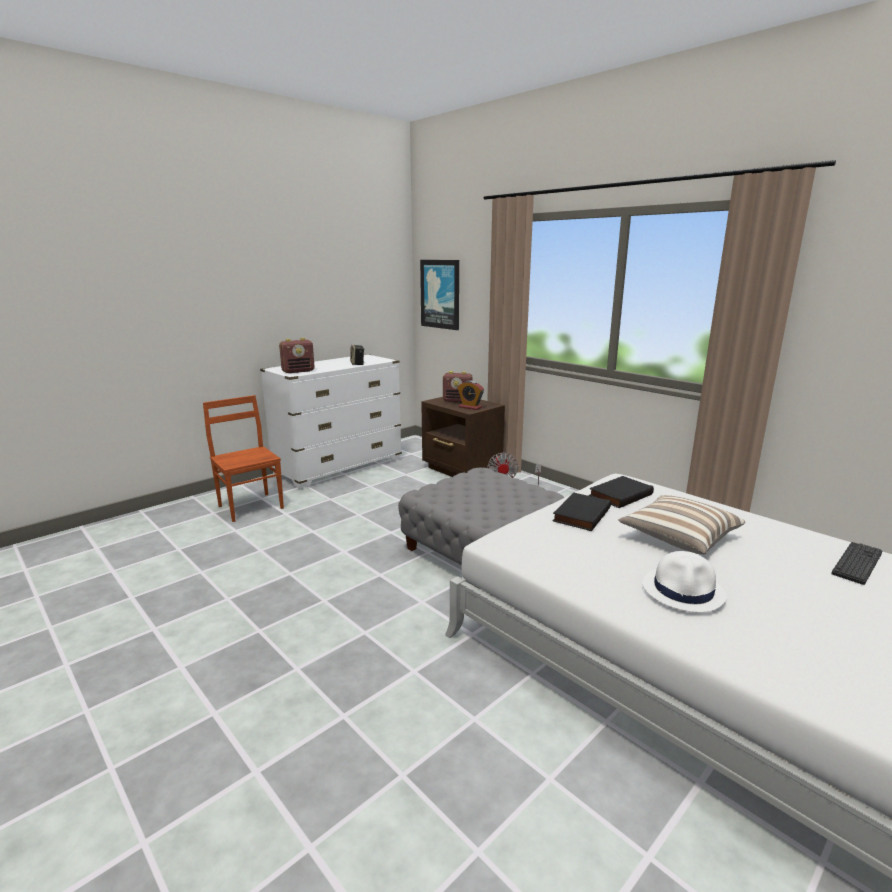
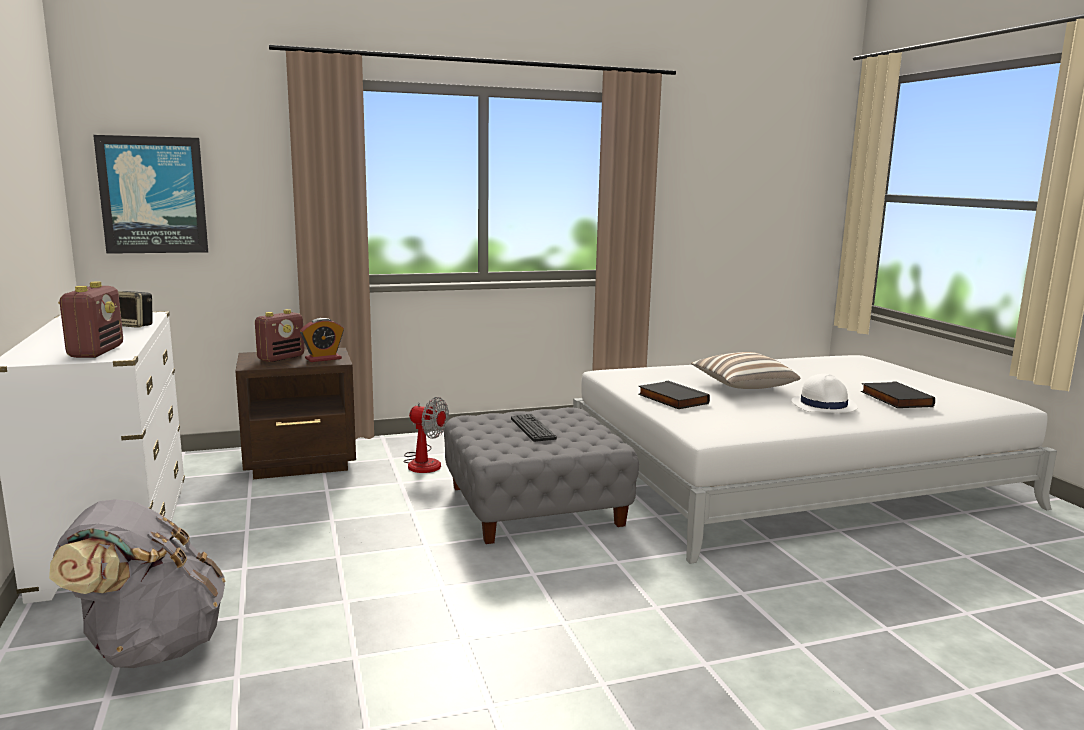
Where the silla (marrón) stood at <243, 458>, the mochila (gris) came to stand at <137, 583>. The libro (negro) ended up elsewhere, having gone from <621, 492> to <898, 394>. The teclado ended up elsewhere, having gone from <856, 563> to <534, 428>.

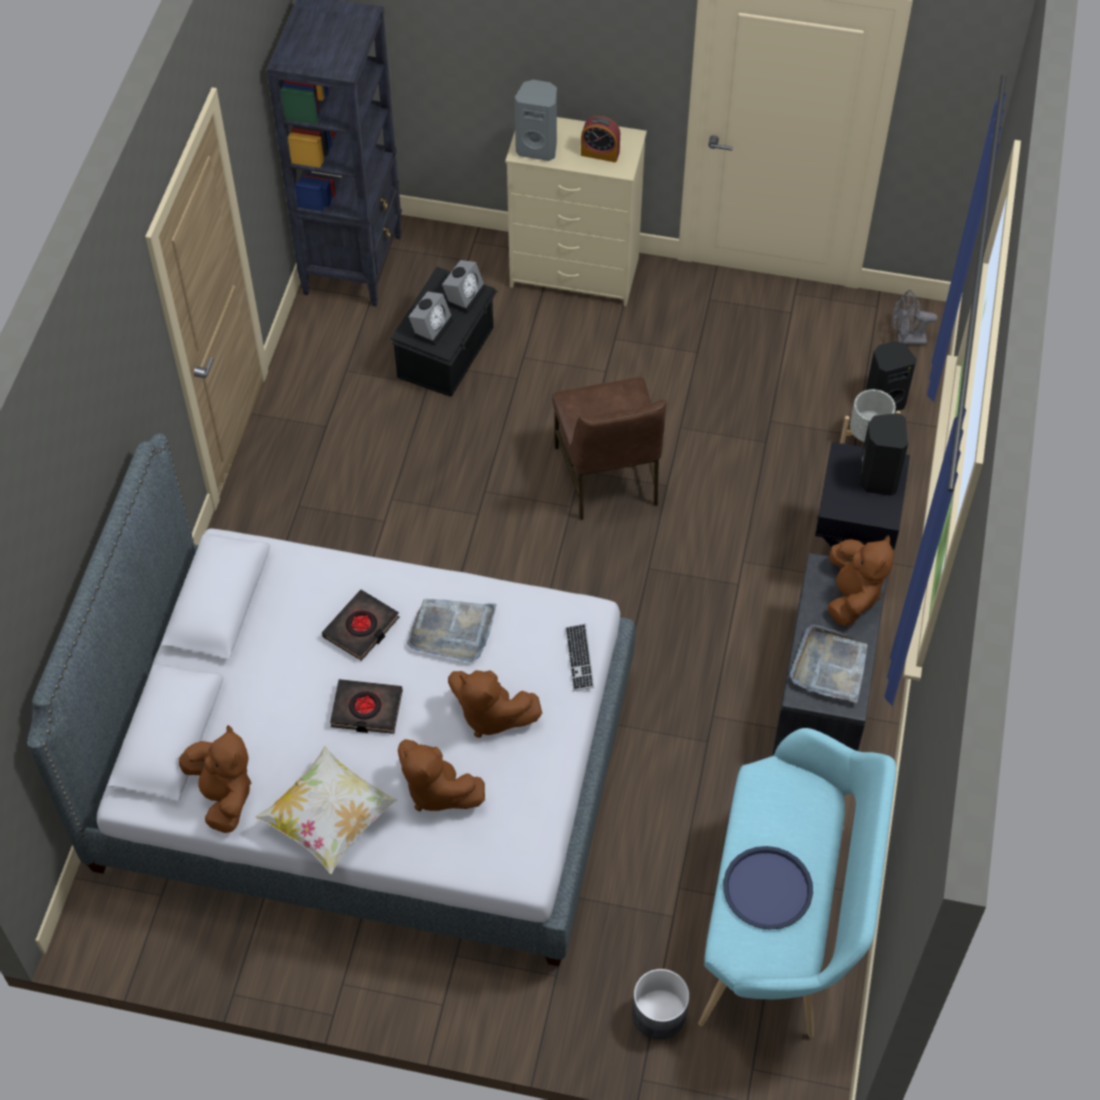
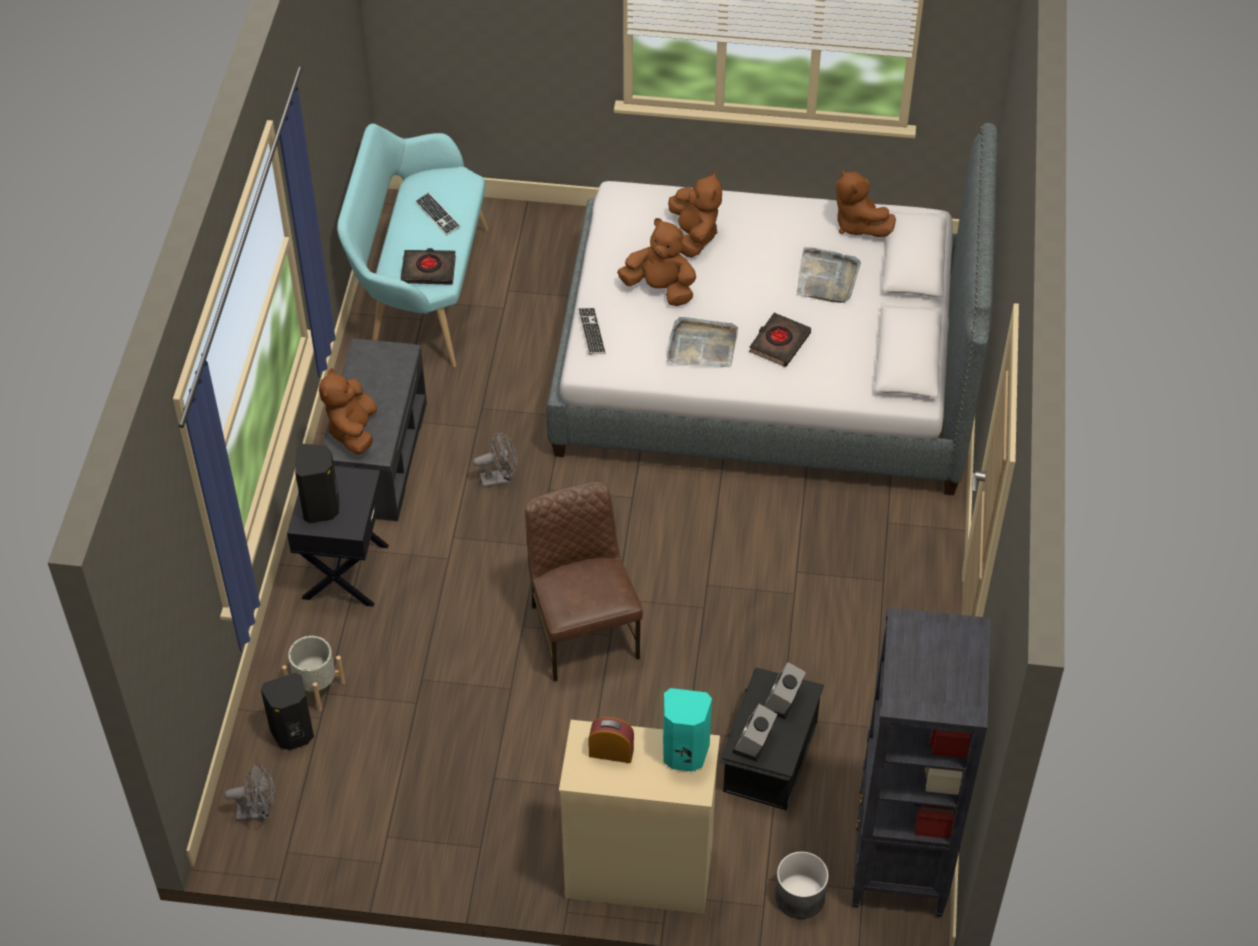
What was the altavoz (gris) at <536, 120> turned into the altavoz (turquesa) at <687, 730>. The bandeja (gris) ended up elsewhere, having gone from <828, 663> to <829, 275>. The libro (negro) ended up elsewhere, having gone from <366, 706> to <428, 266>. The peluche (marrón) at <441, 775> ended up facing another way, 45 degrees clockwise from before. The second view lost the cojín at <326, 810>. Where the bandeja (azul) stood at <768, 888>, the teclado came to stand at <438, 213>. The maceta (gris) ended up elsewhere, having gone from <660, 1004> to <802, 885>. The second view gained the ventilador (gris) at <495, 459>.

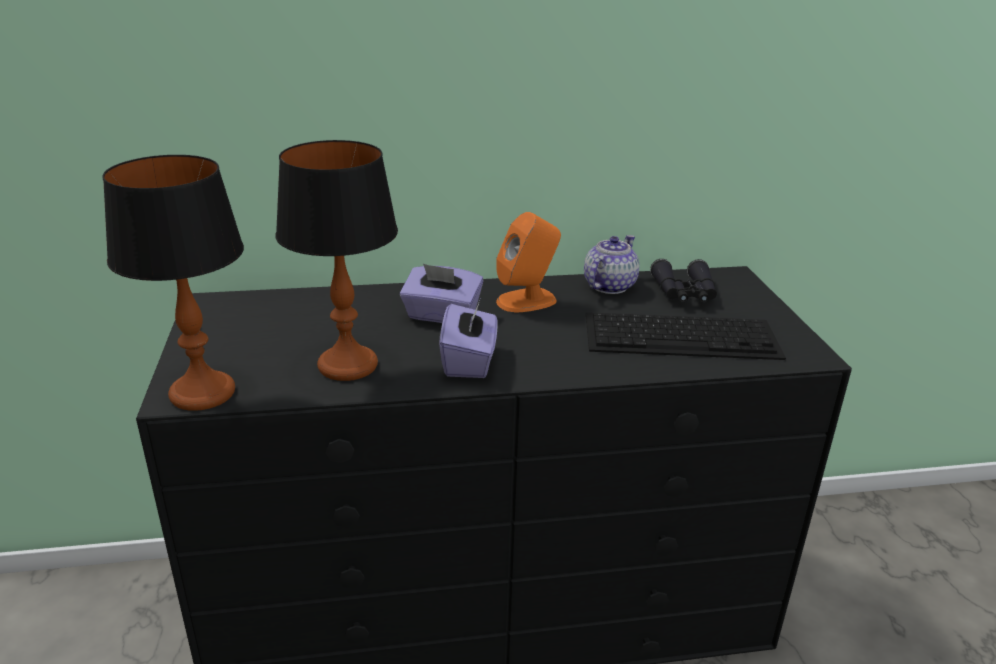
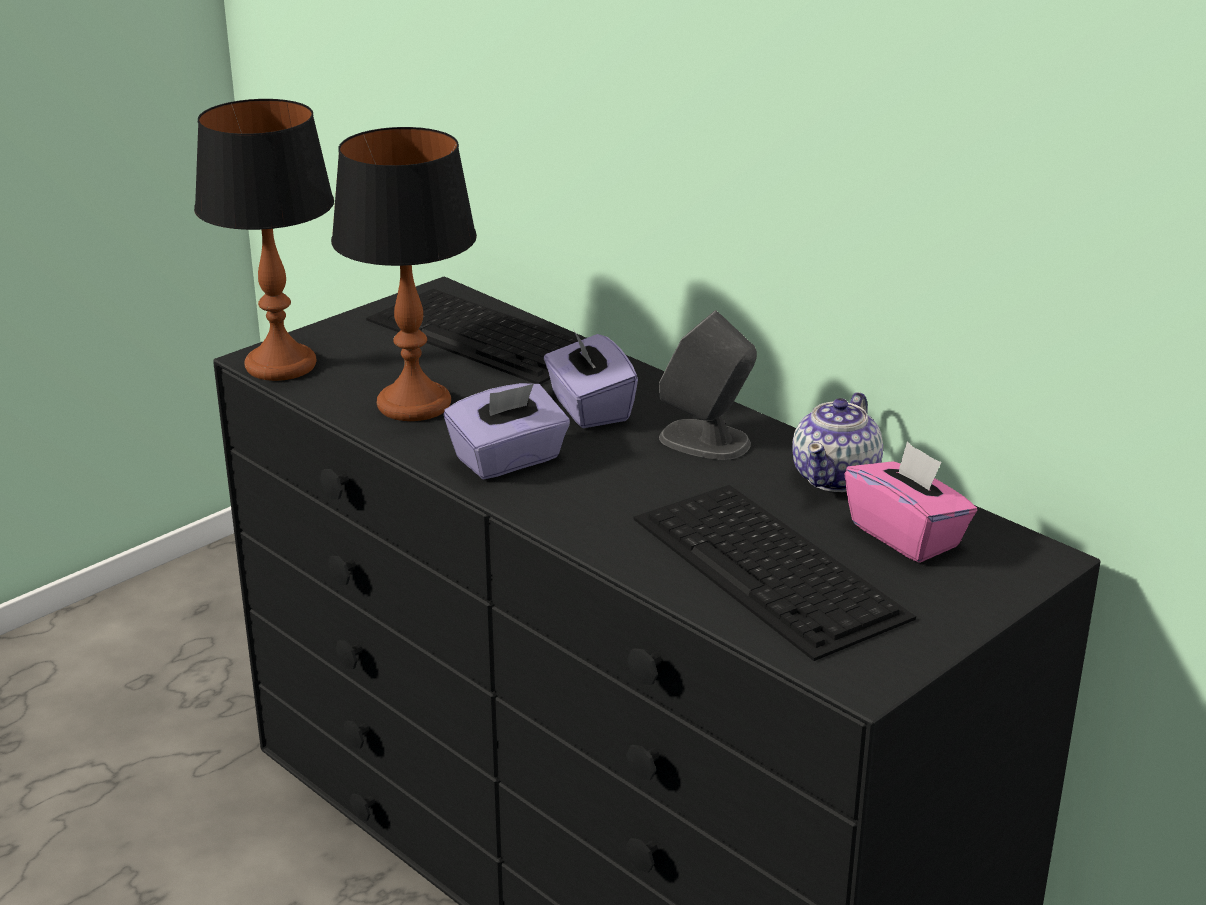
What was the altavoz (naranja) at <528, 262> turned into the altavoz (gris) at <708, 385>. The tetera at <611, 264> ended up facing another way, 120 degrees clockwise from before. Where the prismáticos (negro) stood at <683, 281>, the caja de pañuelos (rosa) came to stand at <910, 502>. The second view gained the teclado at <472, 336>.

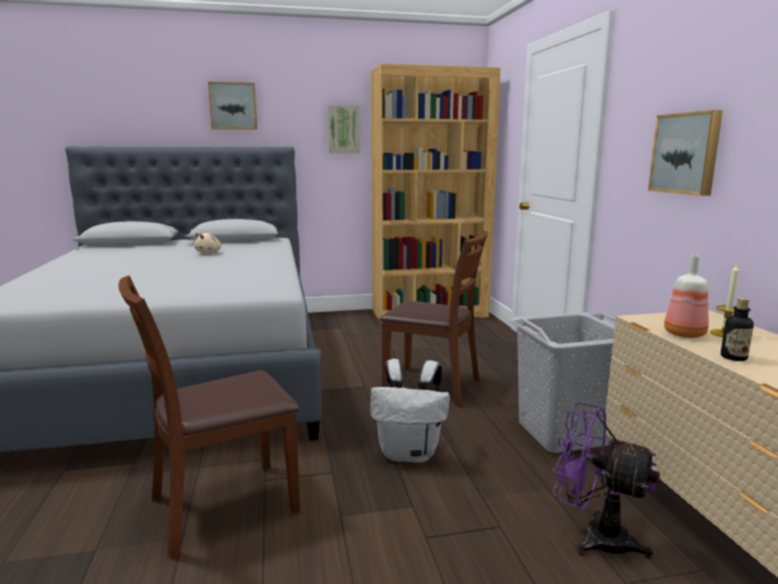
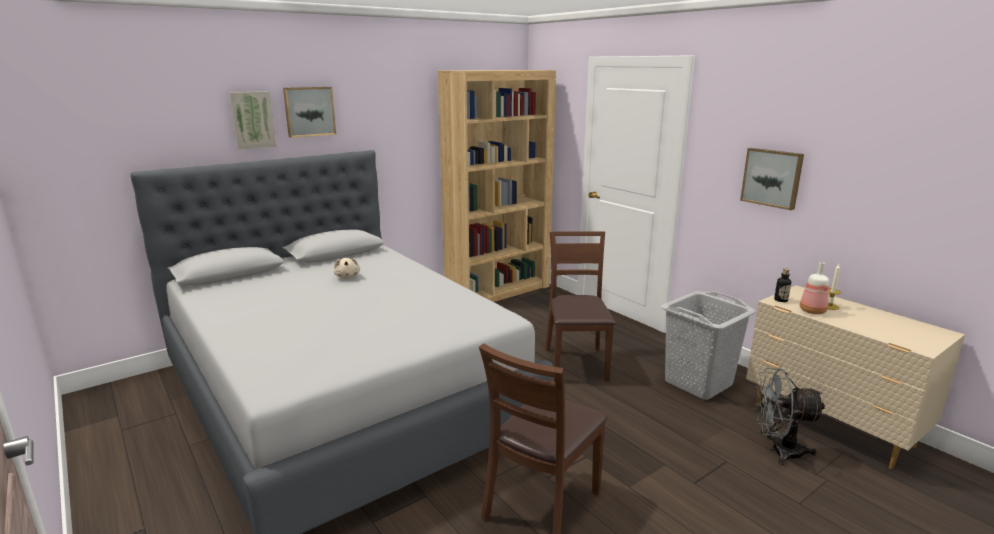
The cuadro ended up elsewhere, having gone from <344, 129> to <252, 120>. The silla (marrón) at <433, 319> ended up facing another way, 90 degrees counterclockwise from before. The botella ended up elsewhere, having gone from <737, 329> to <782, 285>. The second view lost the mochila (blanco) at <410, 411>. What was the ventilador (morado) at <606, 480> turned into the ventilador (gris) at <790, 416>.

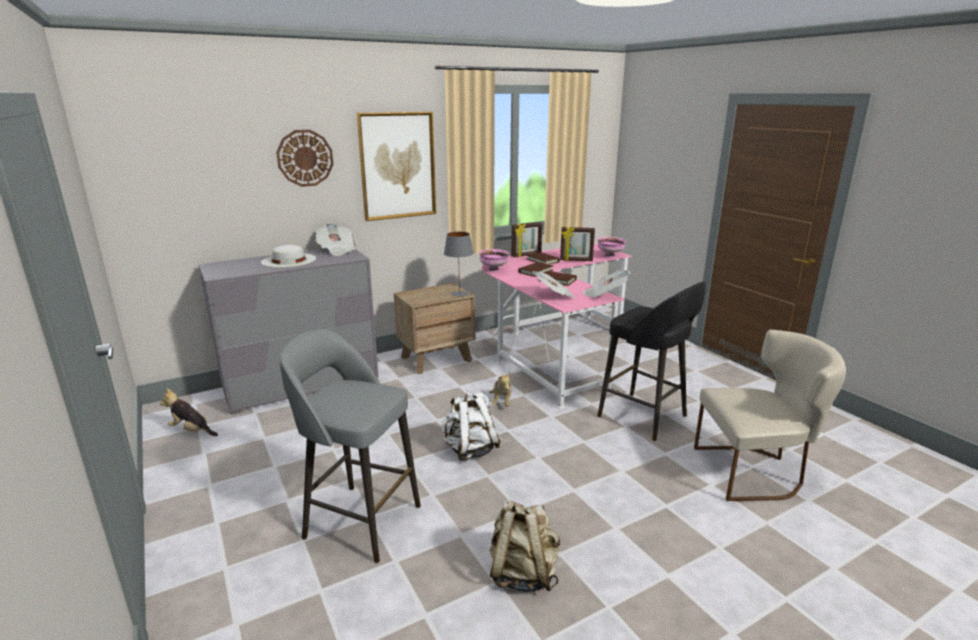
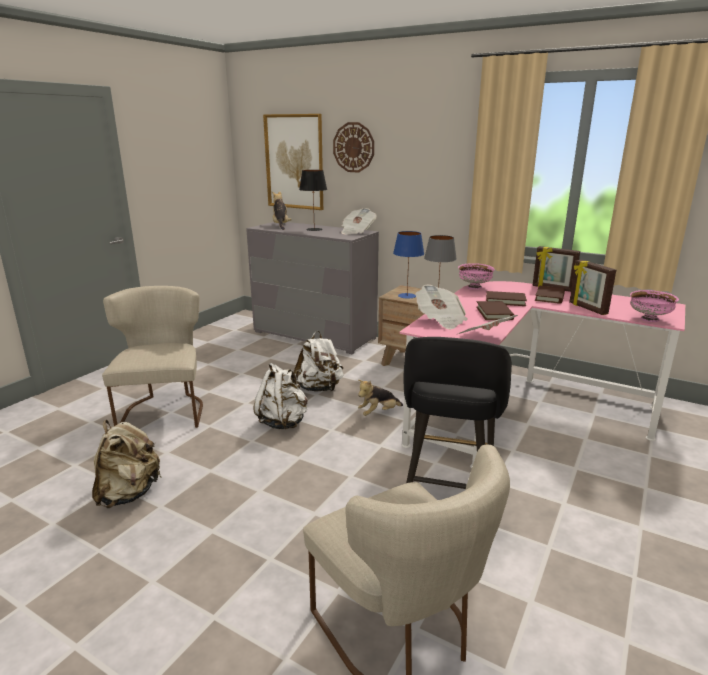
The cuadro ended up elsewhere, having gone from <396, 166> to <293, 162>. Where the sombrero (blanco) stood at <288, 256>, the lámpara de mesa (negro) came to stand at <313, 200>. Where the taburete (gris) stood at <350, 446>, the silla (beis) came to stand at <152, 357>. The peluche ended up elsewhere, having gone from <189, 412> to <282, 210>. The second view gained the lámpara de mesa (azul) at <408, 265>. The second view gained the mochila (blanco) at <319, 361>.

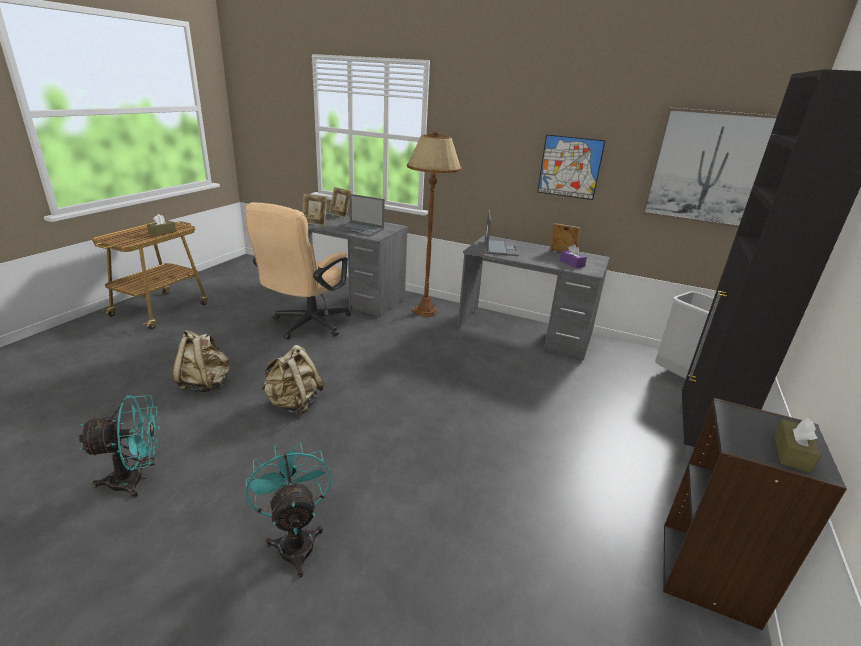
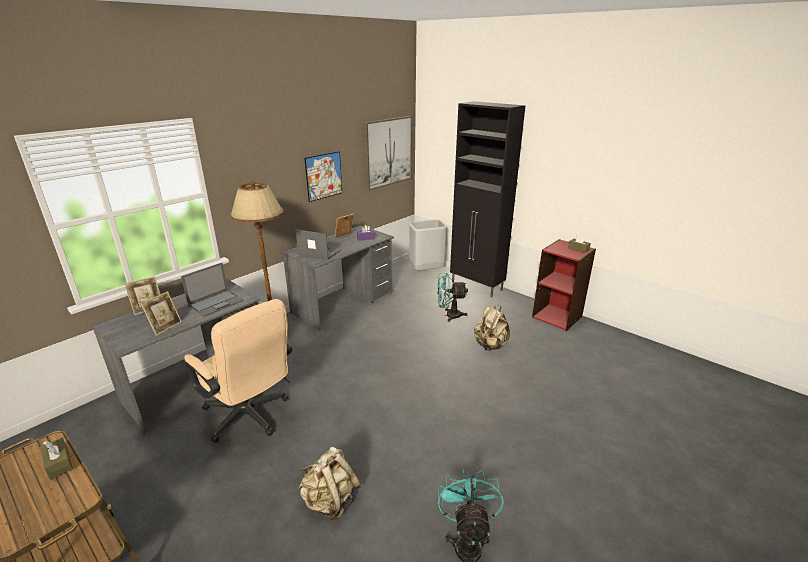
The mochila (beis) ended up elsewhere, having gone from <293, 380> to <492, 328>. What was the estantería (negro) at <755, 514> turned into the estantería (rojo) at <564, 285>. The ventilador (turquesa) ended up elsewhere, having gone from <288, 510> to <452, 297>.

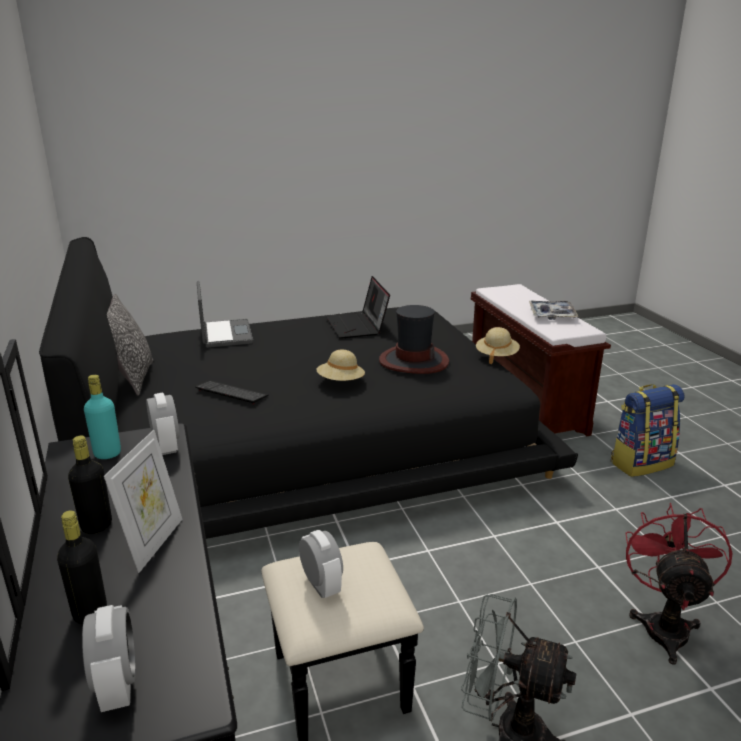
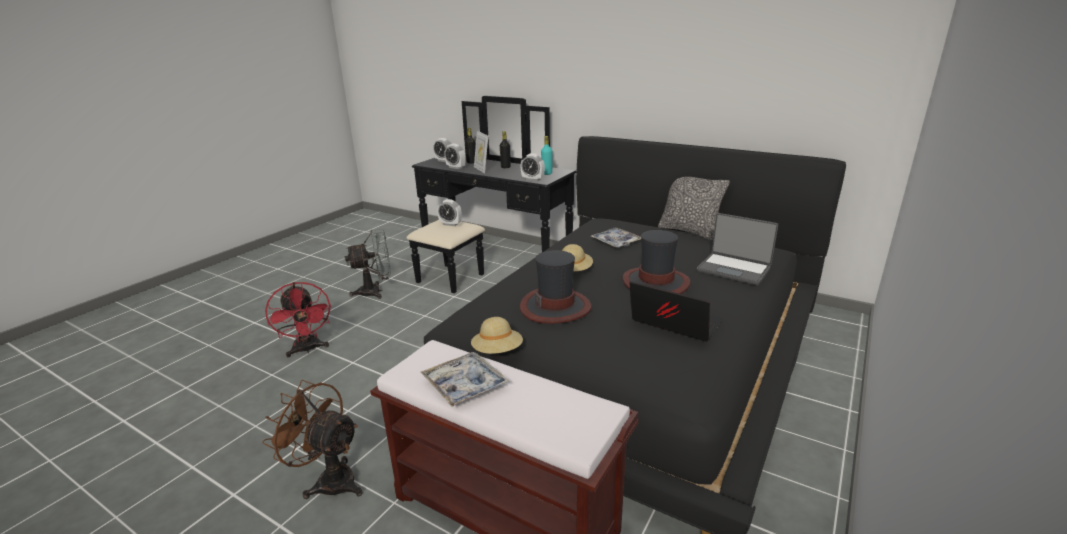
Where the teclado stood at <232, 392>, the bandeja came to stand at <616, 238>. Where the mochila stood at <648, 430>, the ventilador (marrón) came to stand at <312, 439>. The second view gained the despertador at <455, 156>. The second view gained the sombrero at <657, 262>.

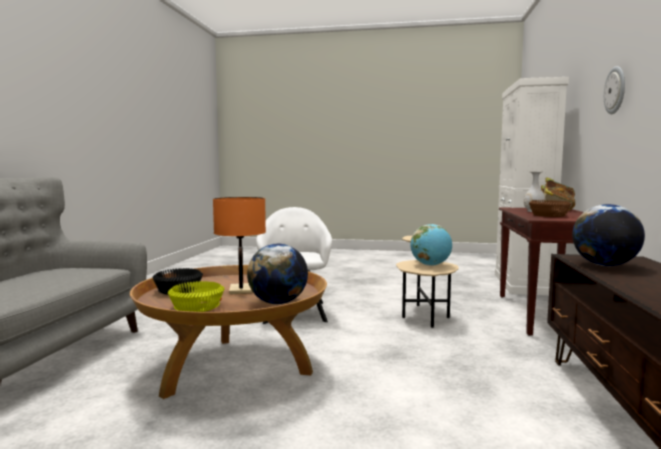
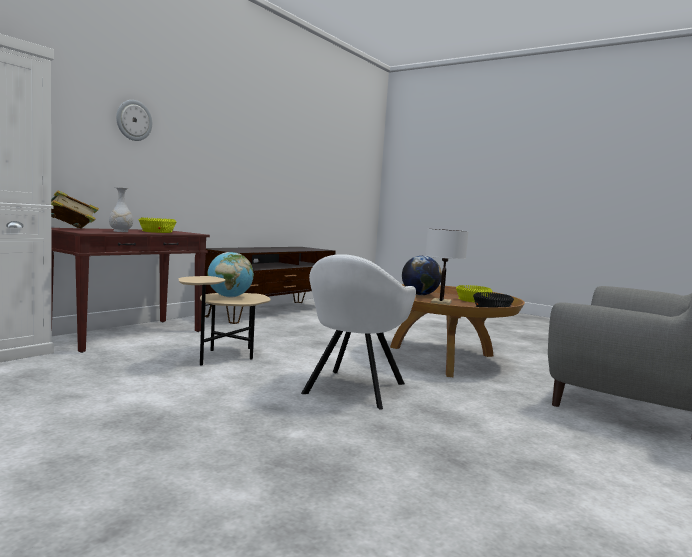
What was the lámpara de mesa (naranja) at <239, 245> turned into the lámpara de mesa (blanco) at <447, 267>. What was the cuenco (marrón) at <550, 208> turned into the cuenco (amarillo) at <157, 225>. The second view lost the globo terráqueo at <608, 235>.

